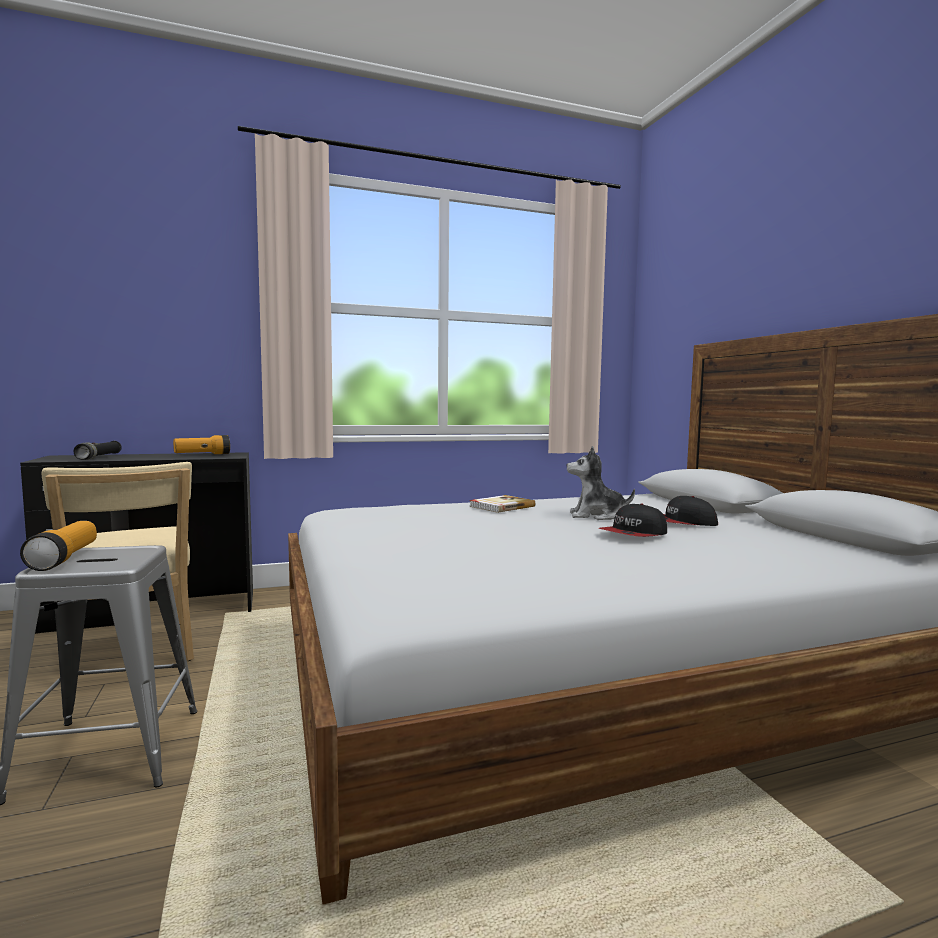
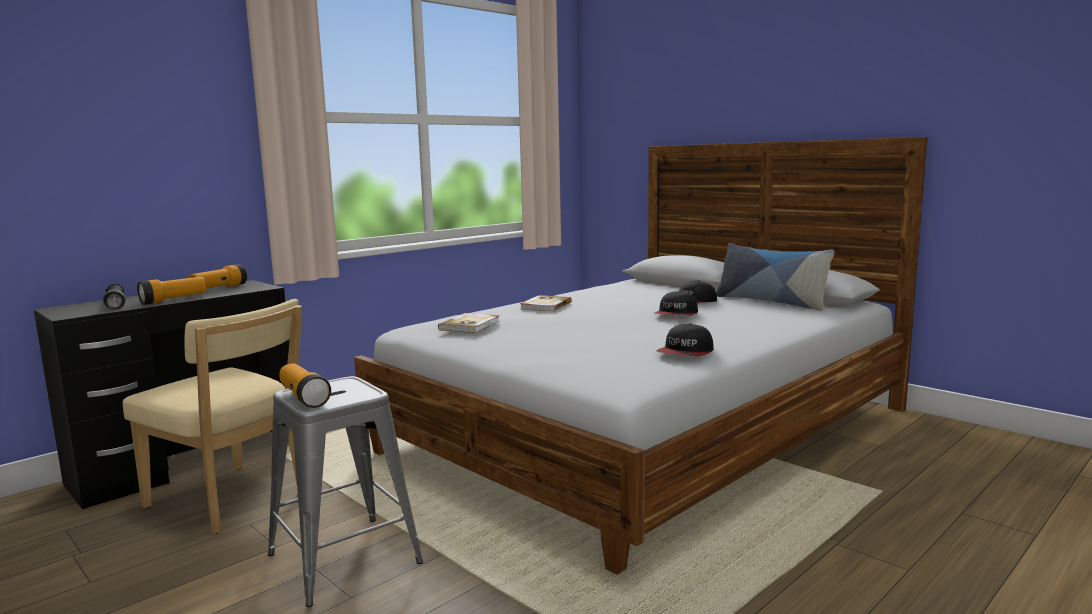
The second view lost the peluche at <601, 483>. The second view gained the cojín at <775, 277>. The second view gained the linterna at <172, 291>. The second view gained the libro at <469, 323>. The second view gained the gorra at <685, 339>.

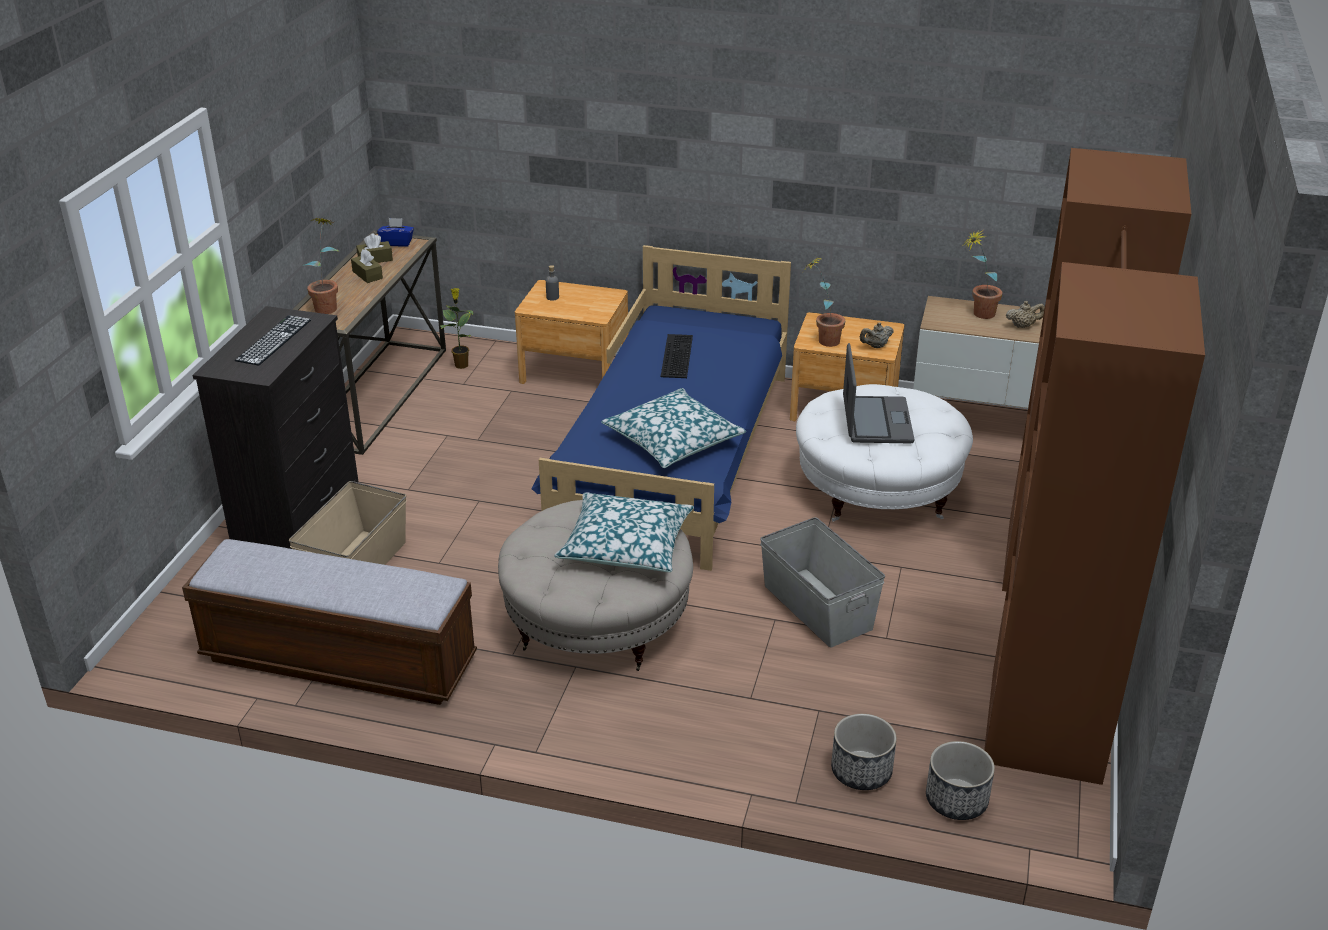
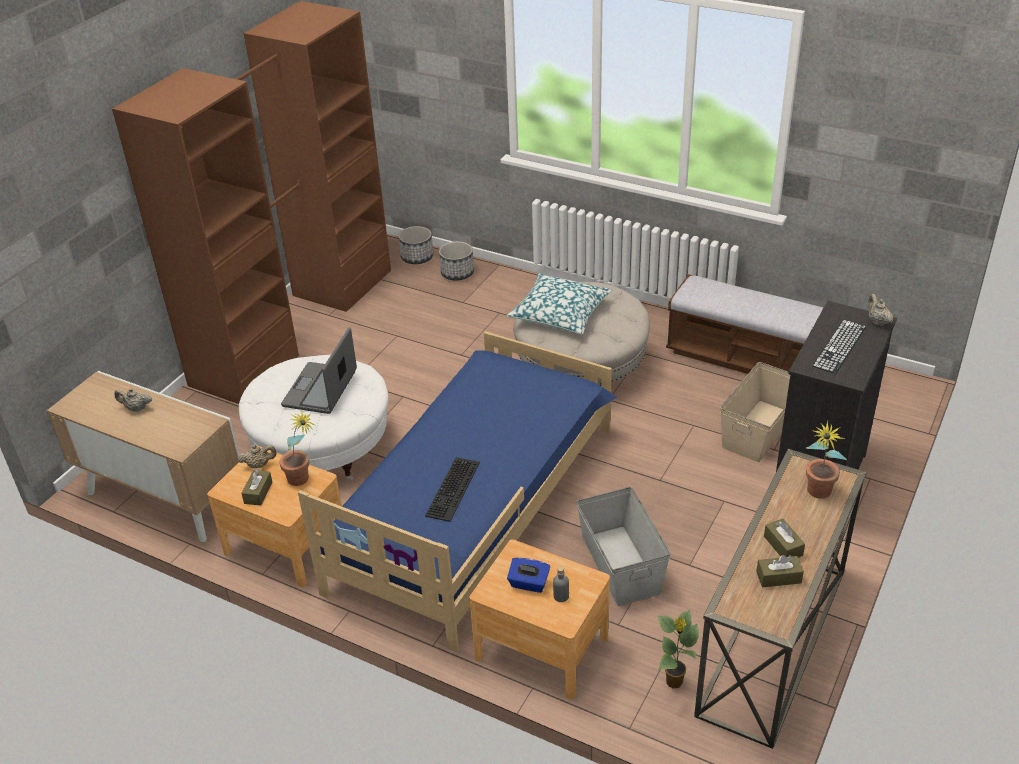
The caja de pañuelos (azul) ended up elsewhere, having gone from <395, 232> to <528, 575>. The second view lost the planta en maceta at <982, 275>. The second view lost the cojín at <673, 428>. The caja de almacenaje (gris) ended up elsewhere, having gone from <822, 582> to <623, 546>. The second view gained the tetera (beis) at <880, 310>. The second view gained the caja de pañuelos (marrón) at <256, 487>.

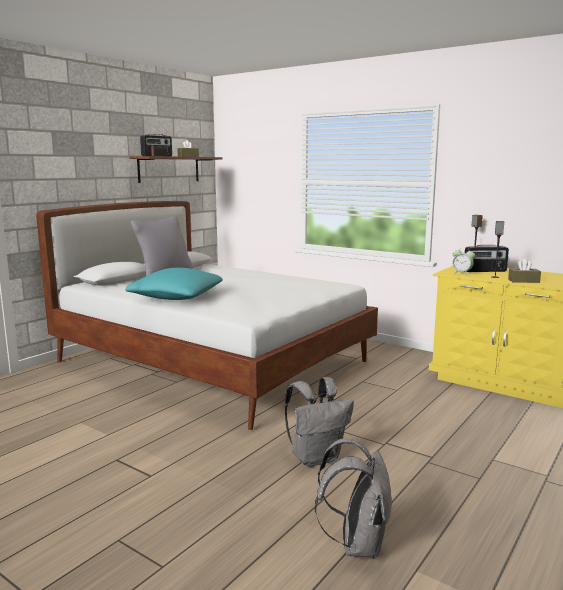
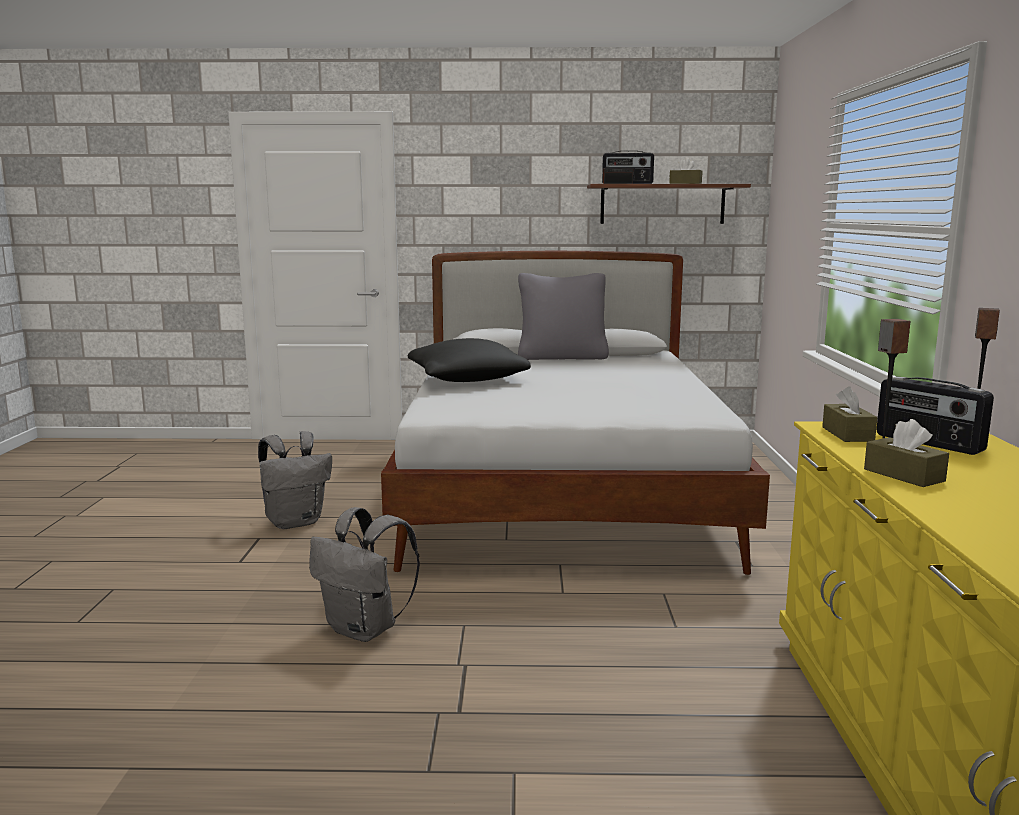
Where the despertador stood at <463, 261>, the caja de pañuelos (marrón) came to stand at <849, 414>. What was the cojín (turquesa) at <174, 284> turned into the cojín (negro) at <469, 360>. The mochila (gris) ended up elsewhere, having gone from <353, 498> to <295, 480>.

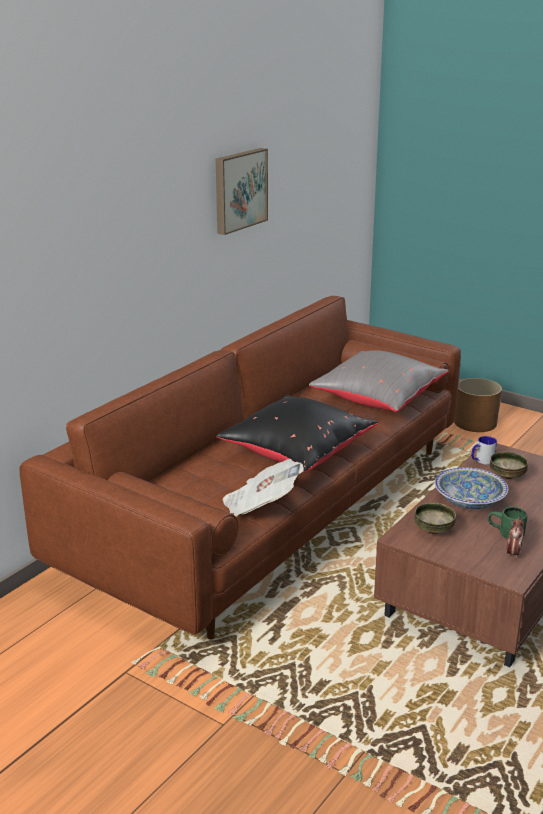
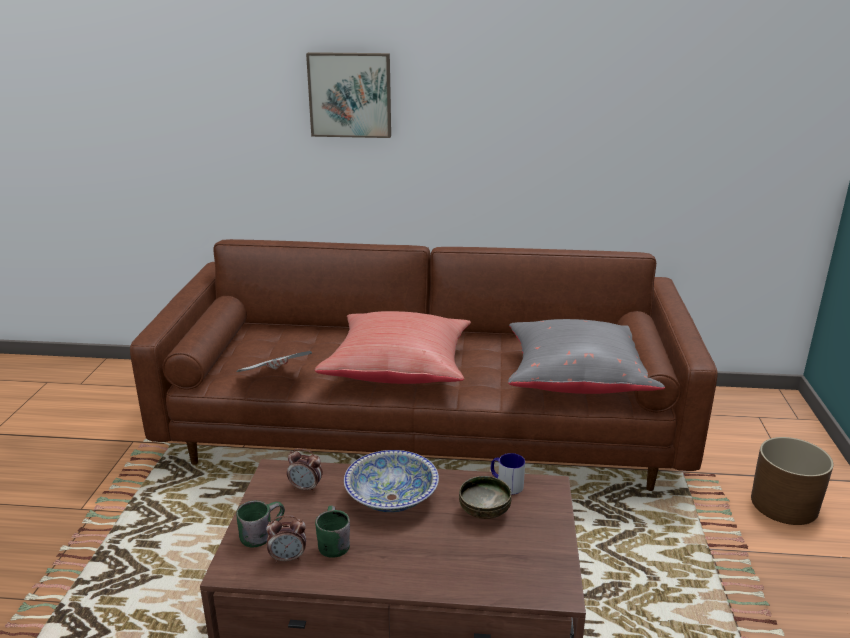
The cuadro ended up elsewhere, having gone from <242, 191> to <348, 95>. What was the cojín (negro) at <297, 434> turned into the cojín (rojo) at <393, 347>. Where the cuenco stood at <435, 518>, the despertador came to stand at <305, 470>. The second view gained the taza grande (verde) at <260, 524>.

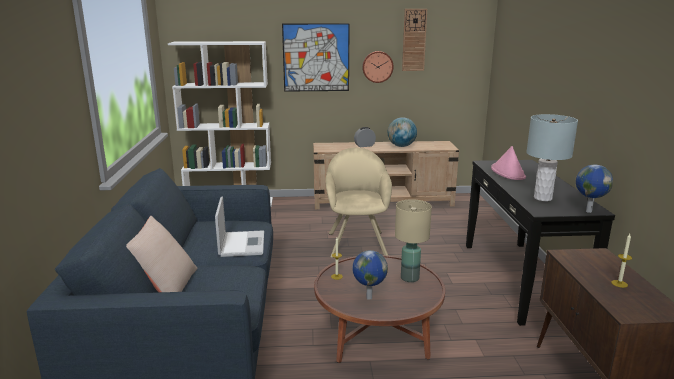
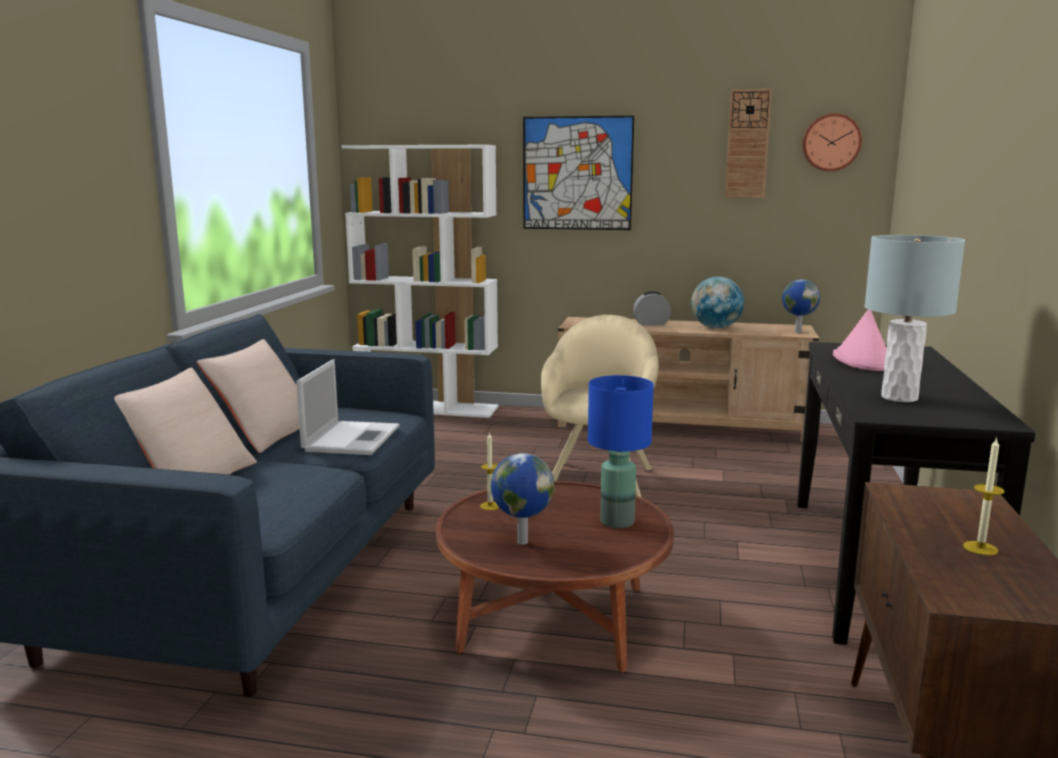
The reloj de pared ended up elsewhere, having gone from <377, 67> to <832, 142>. The globo terráqueo ended up elsewhere, having gone from <594, 188> to <801, 306>. What was the lámpara de mesa (beis) at <413, 240> turned into the lámpara de mesa (azul) at <621, 451>. The second view gained the cojín (beis) at <248, 396>.

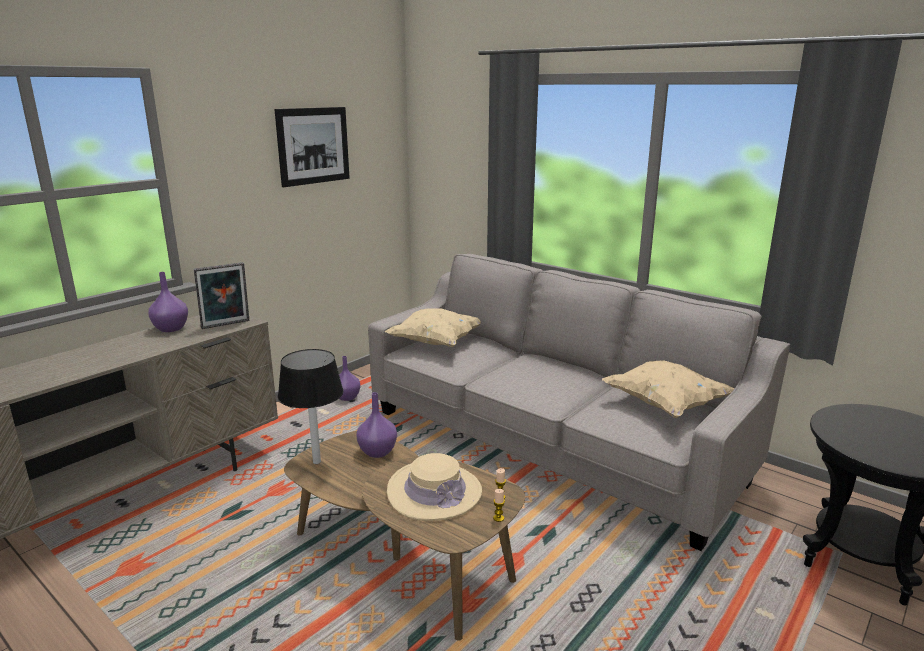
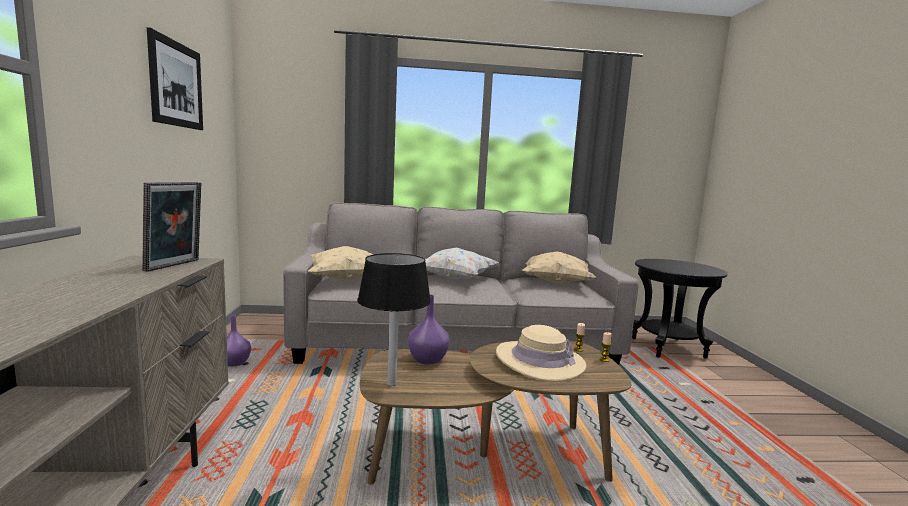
The second view lost the florero (morado) at <168, 302>. The second view gained the cojín (blanco) at <462, 264>.

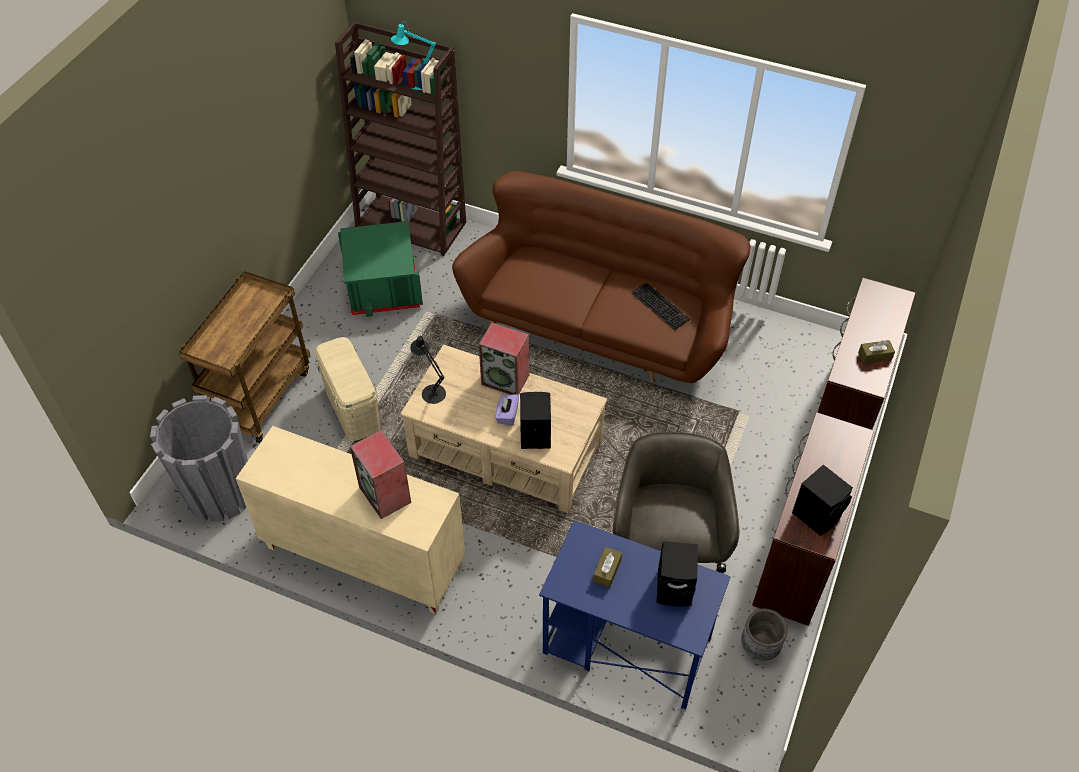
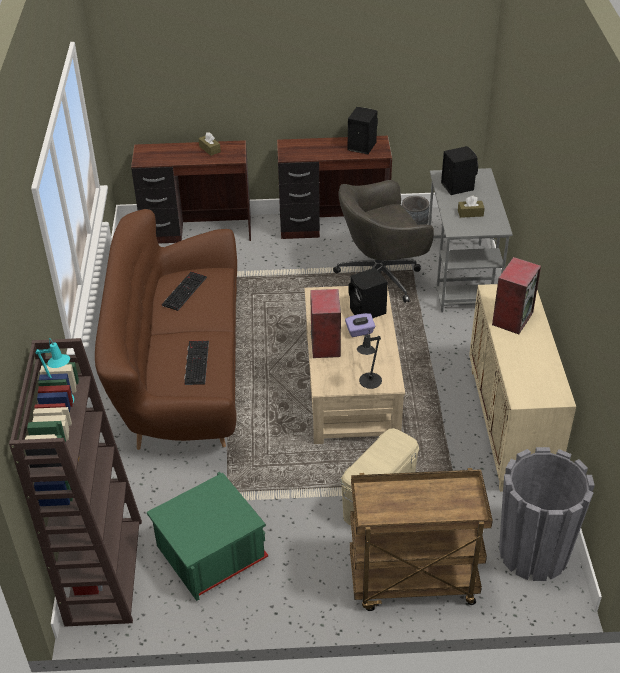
What was the escritorio (azul) at <635, 614> turned into the escritorio (gris) at <470, 240>. The second view gained the teclado at <196, 363>.

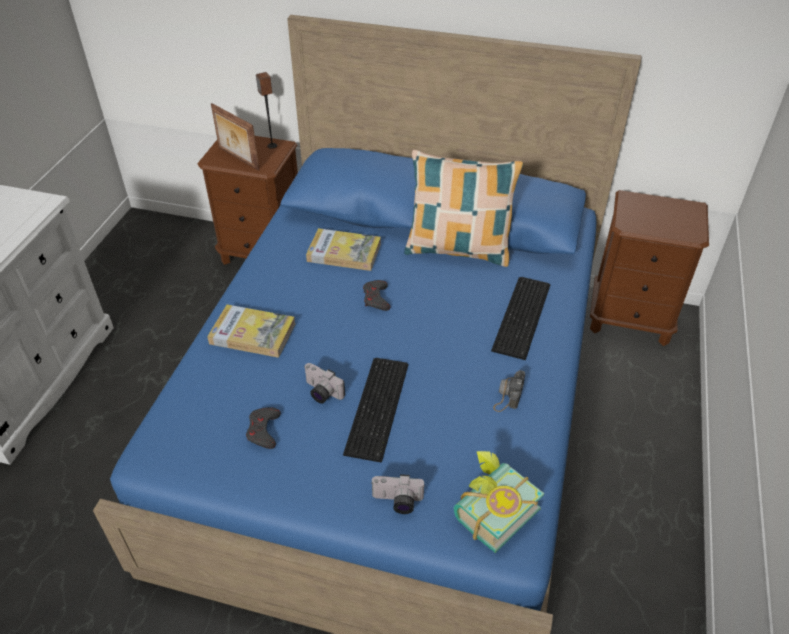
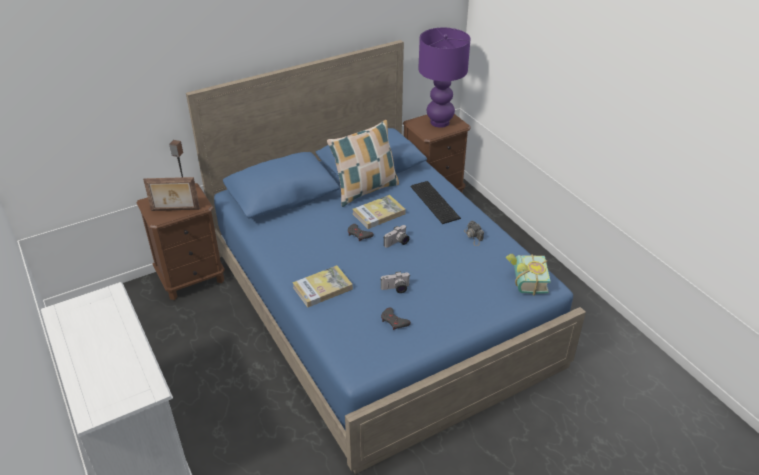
The libro ended up elsewhere, having gone from <343, 249> to <379, 212>. The second view lost the teclado at <376, 410>. The cámara ended up elsewhere, having gone from <398, 494> to <396, 236>. The second view gained the lámpara de mesa (morado) at <444, 78>.

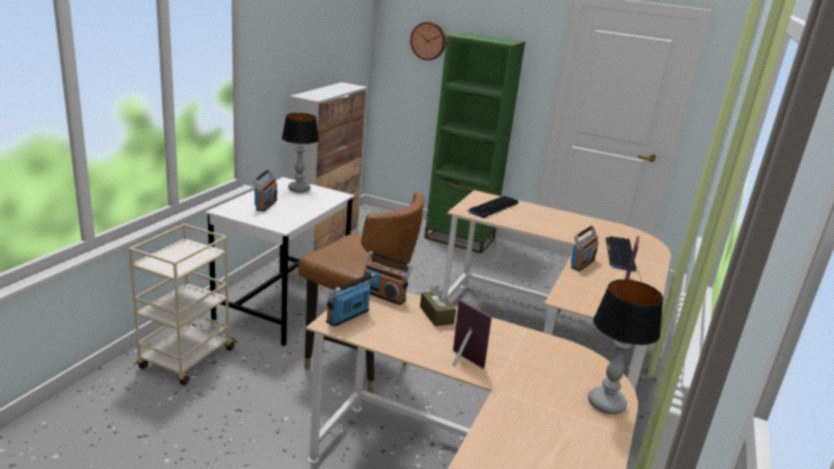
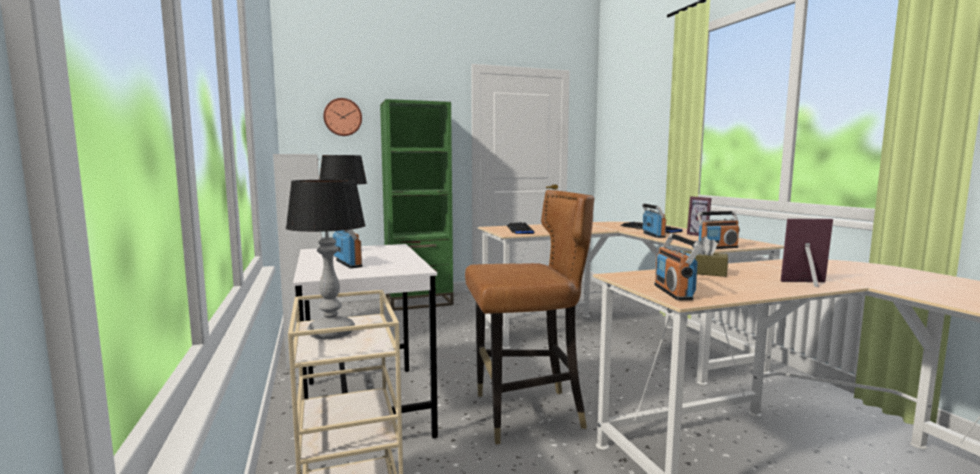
The radio ended up elsewhere, having gone from <388, 278> to <718, 230>. The lámpara de mesa ended up elsewhere, having gone from <625, 346> to <326, 259>.

